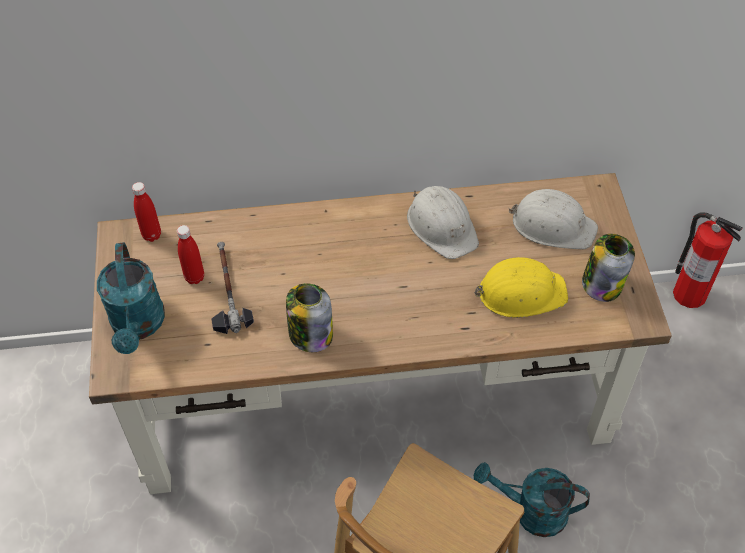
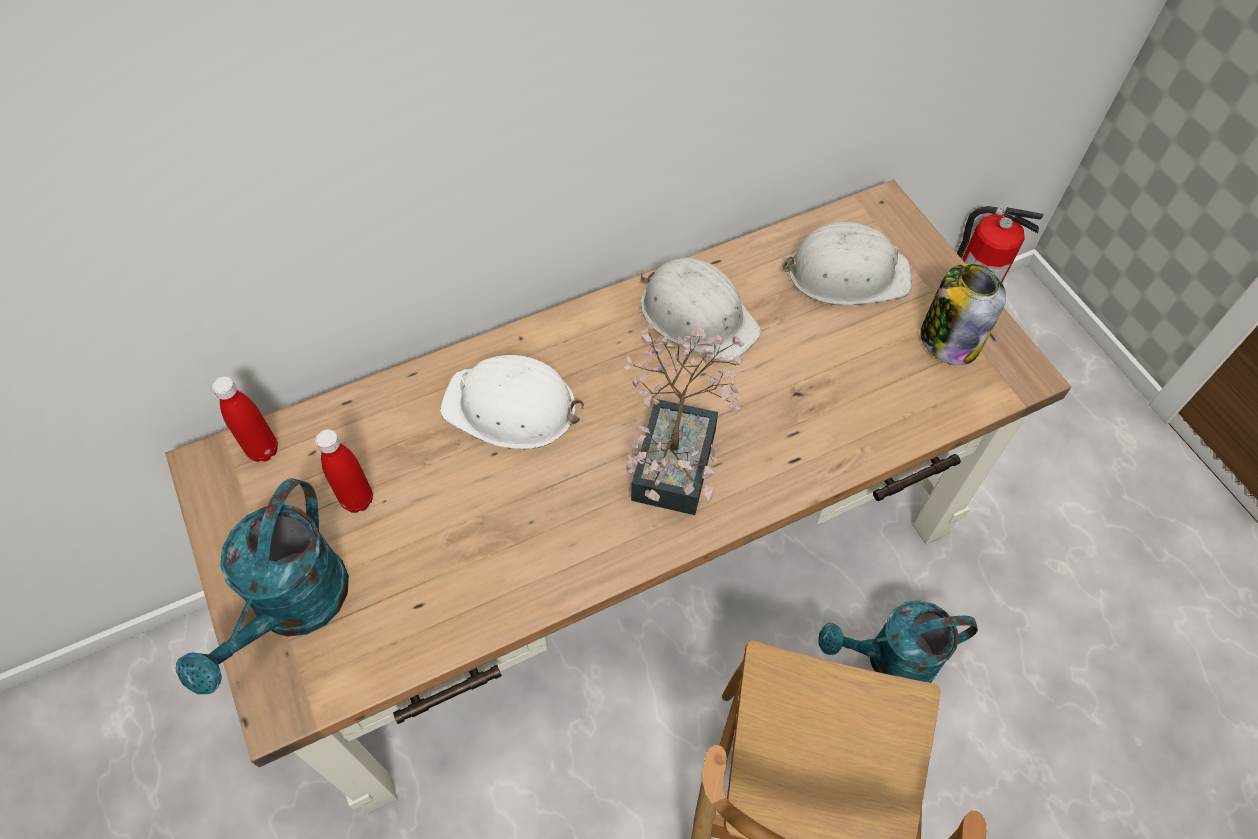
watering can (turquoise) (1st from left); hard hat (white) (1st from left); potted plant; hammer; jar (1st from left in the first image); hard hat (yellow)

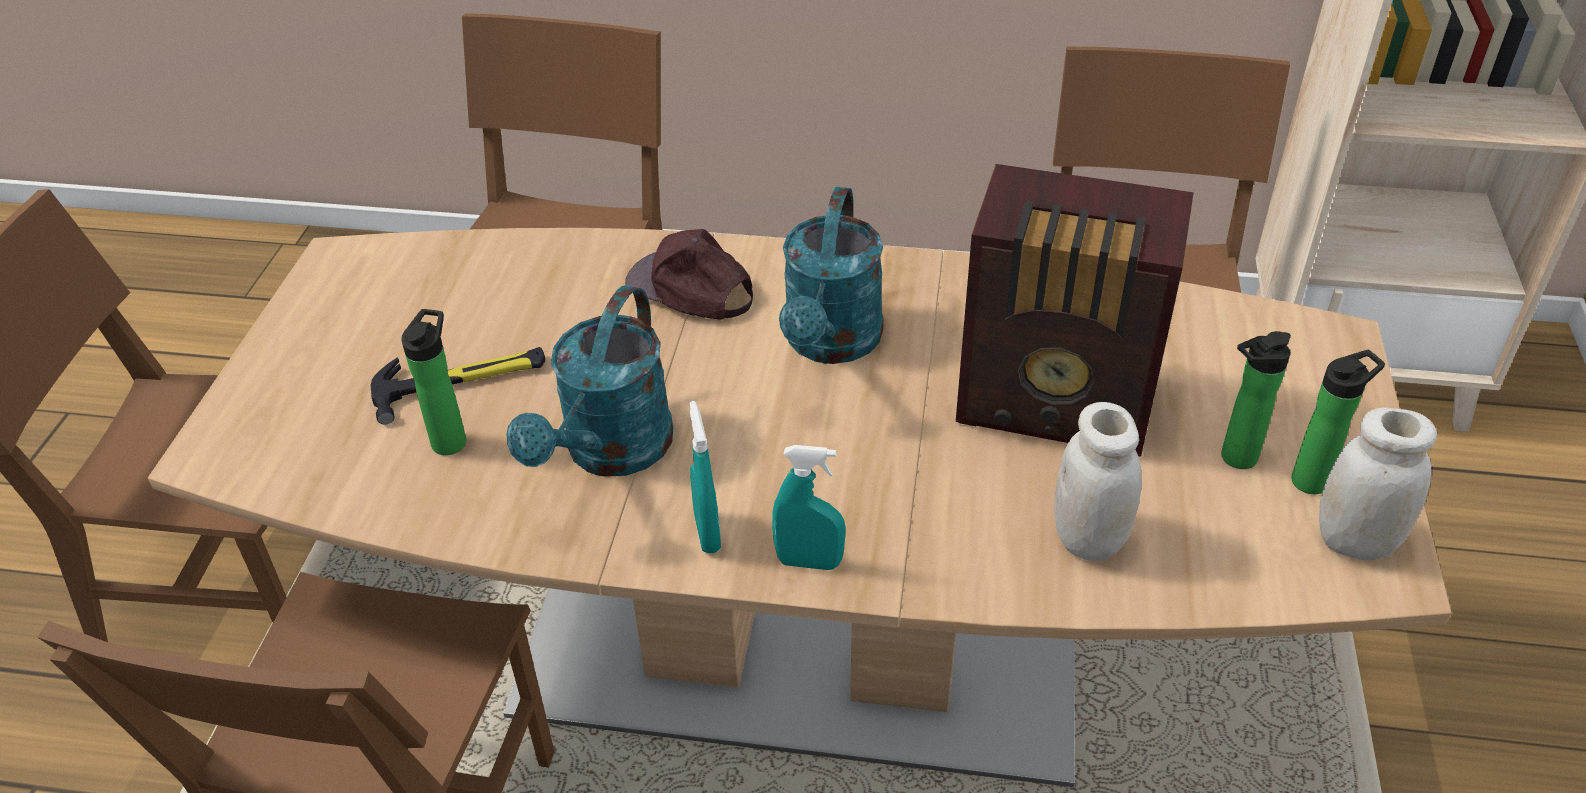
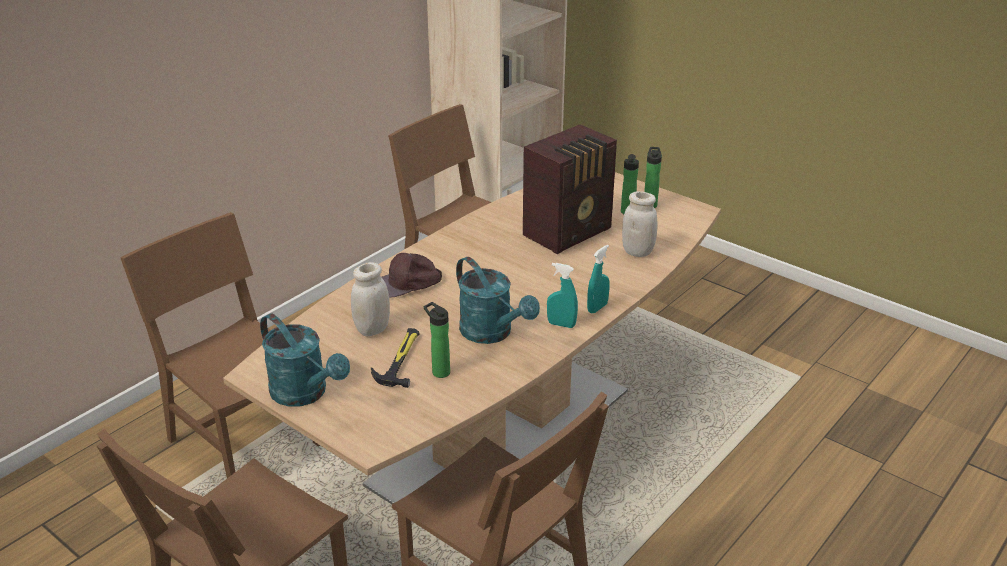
watering can (turquoise) (1st from left); jar (white) (1st from left)

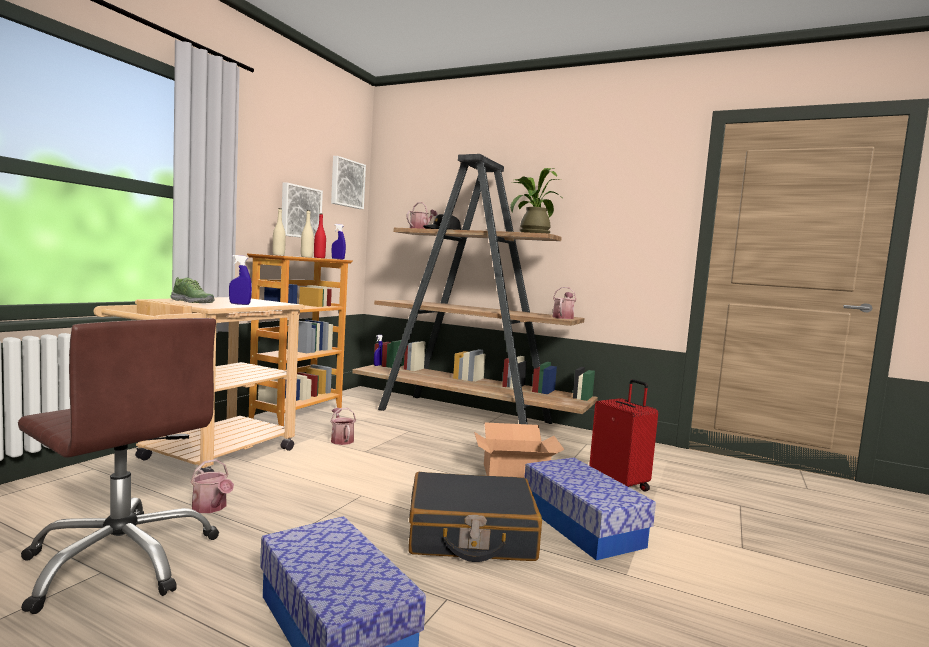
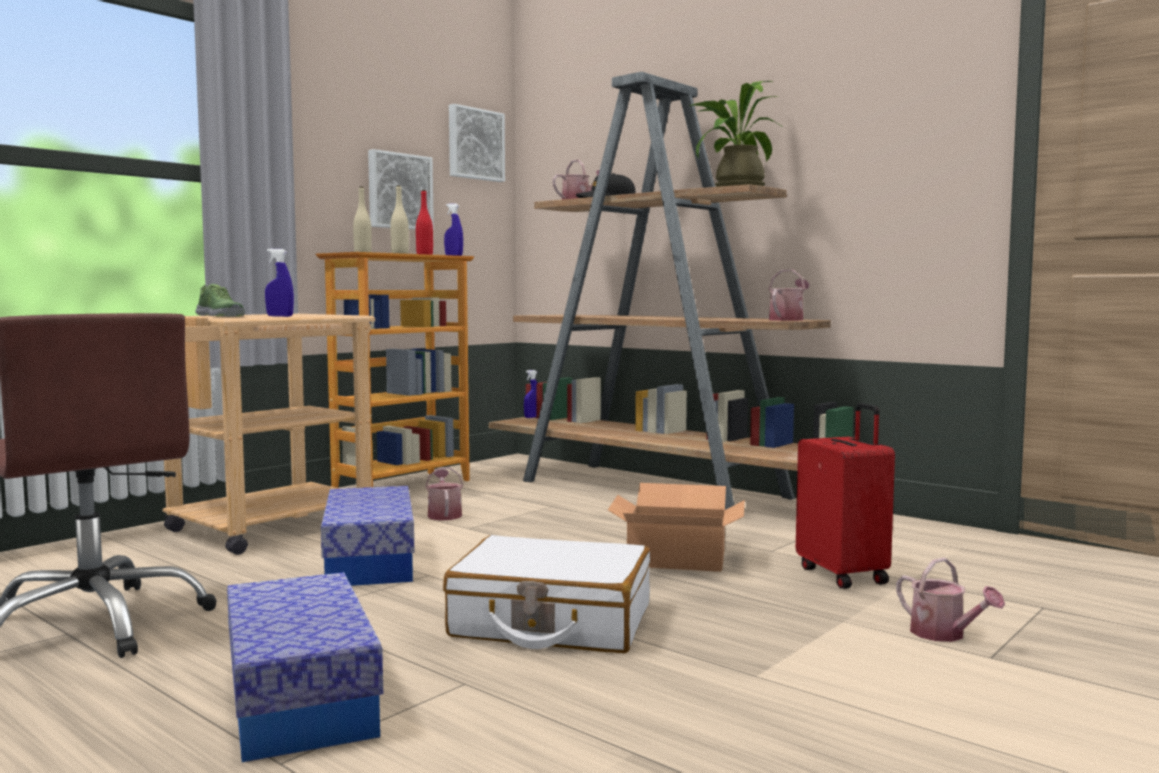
storage box (2nd from left); suitcase (white); watering can (4th from left)

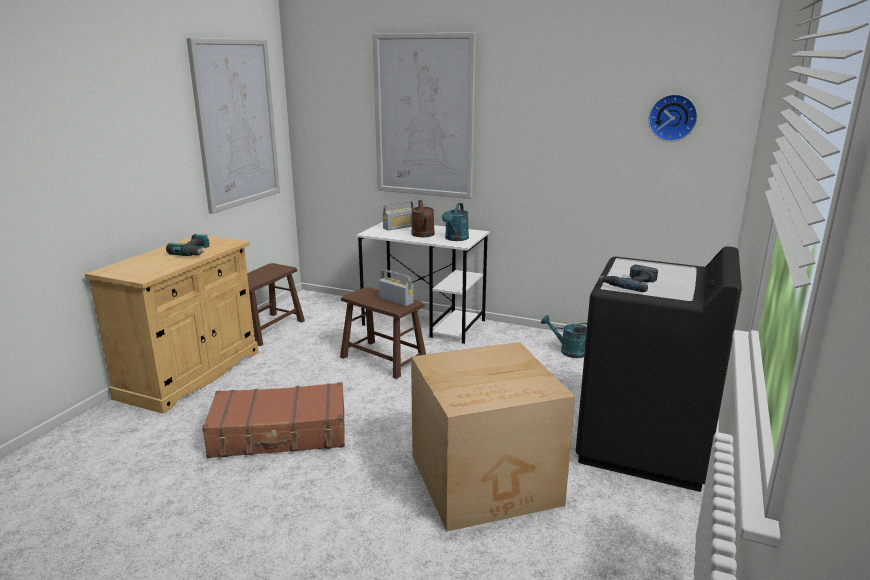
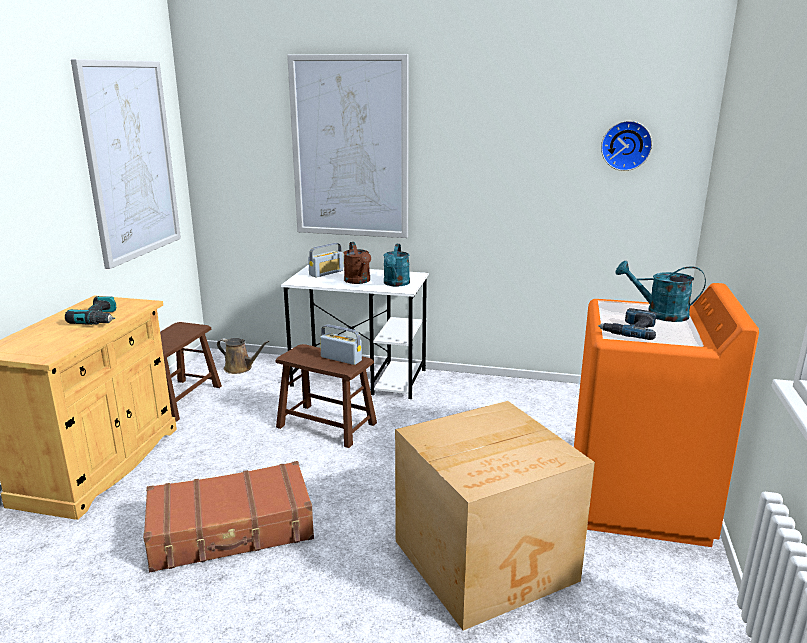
watering can (brown) (1st from left); washing machine (orange); watering can (turquoise) (2nd from left)

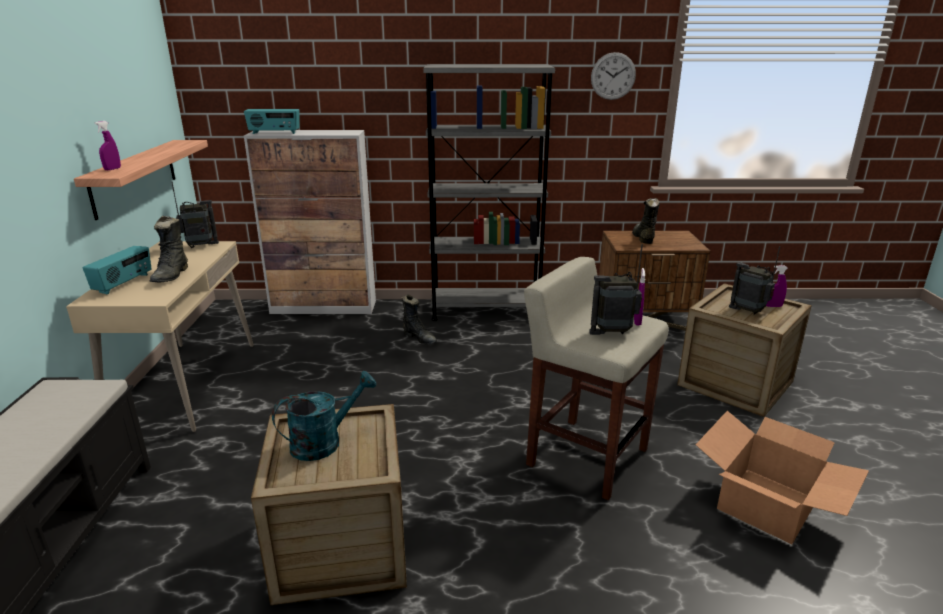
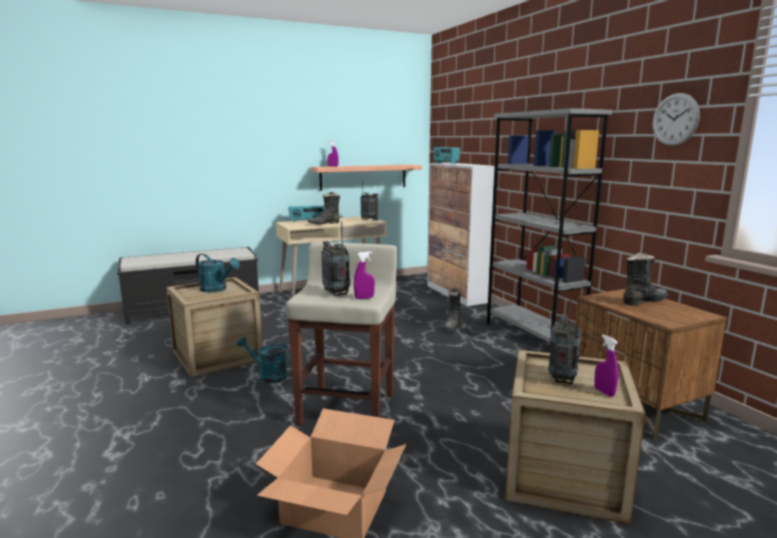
watering can (turquoise) (2nd from left)

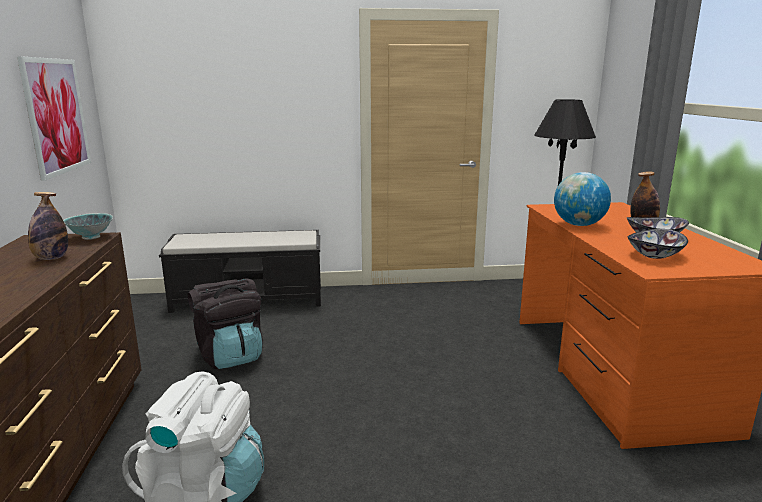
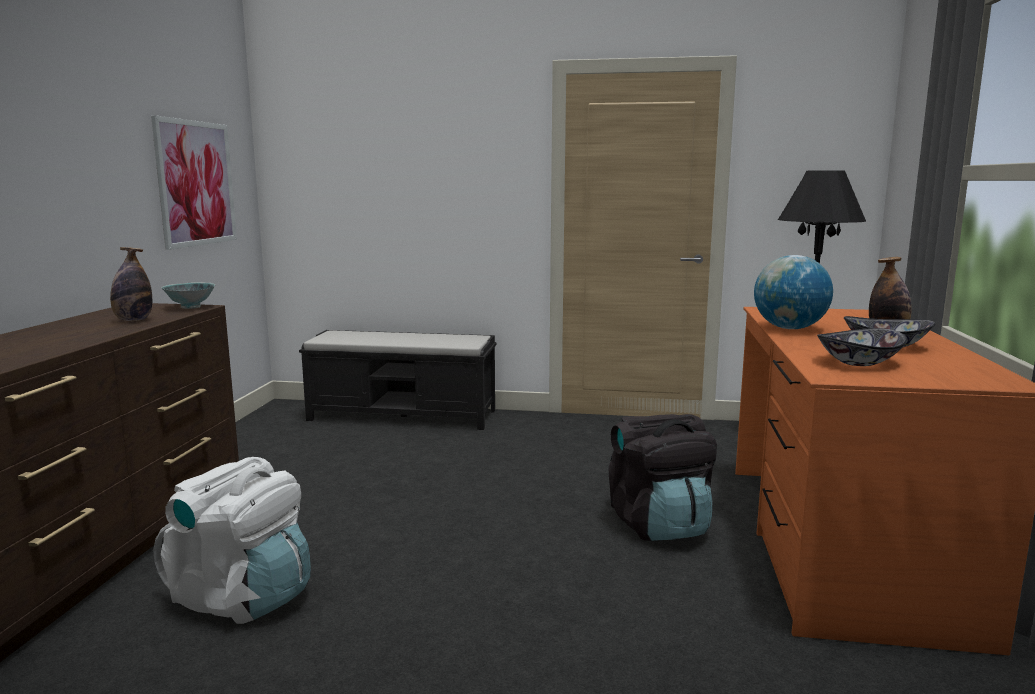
backpack (black)

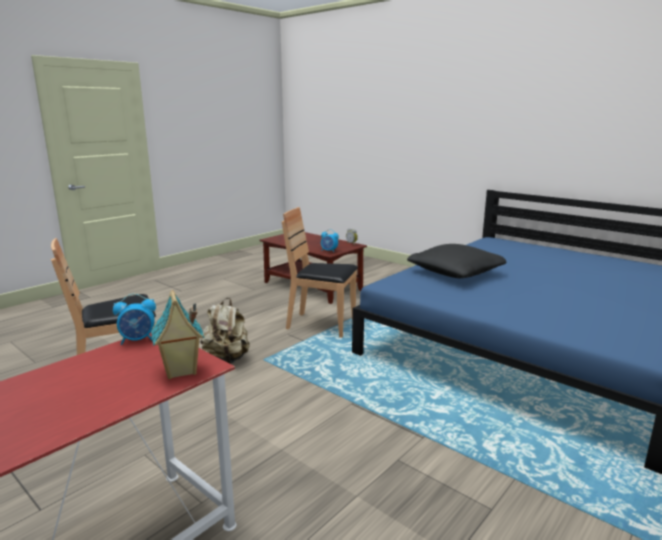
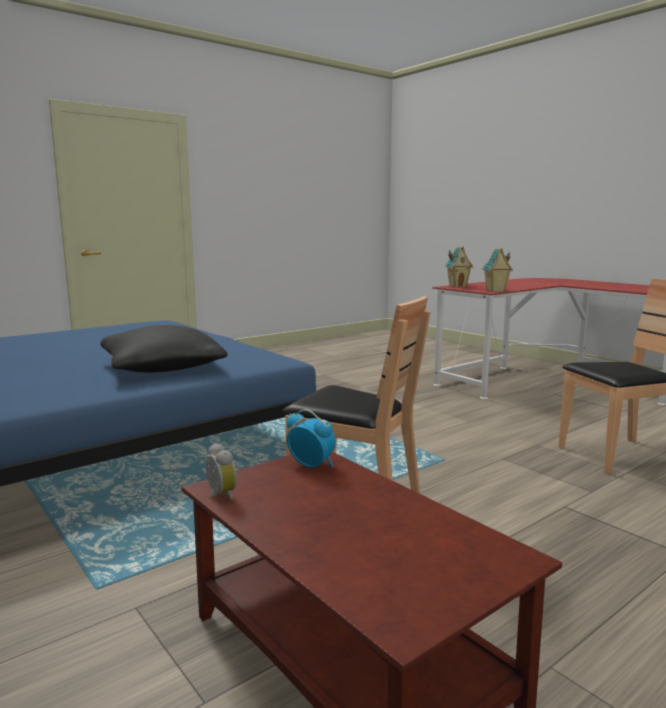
toy house (2nd from left); backpack (beige)

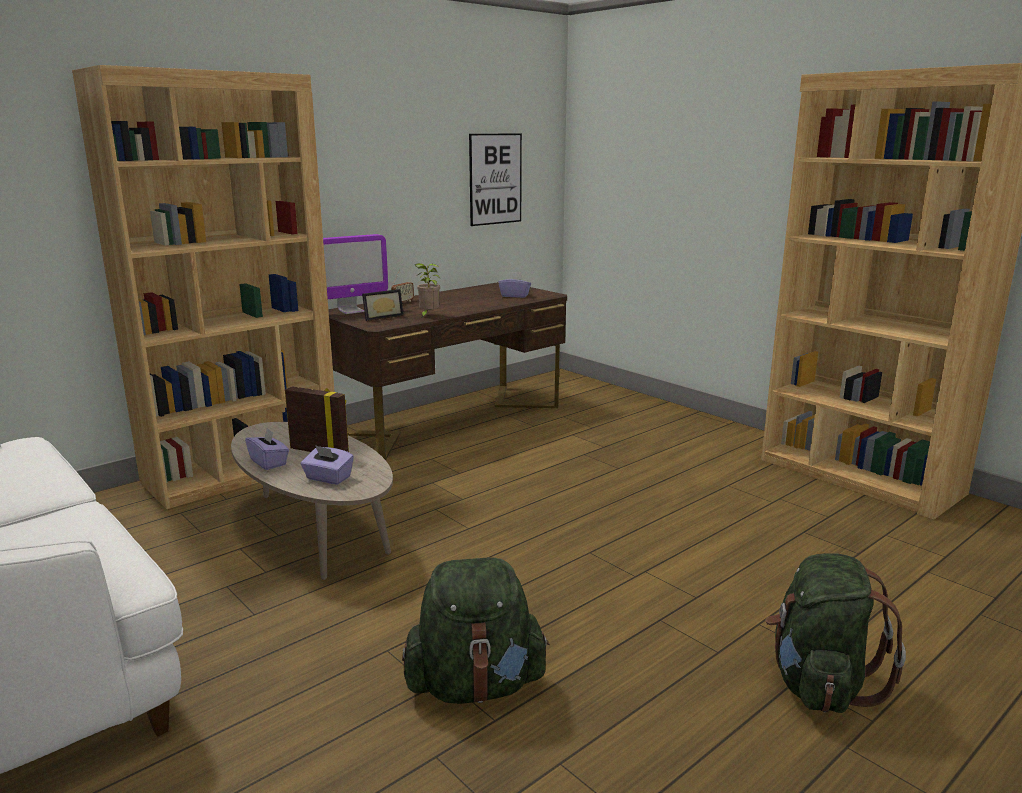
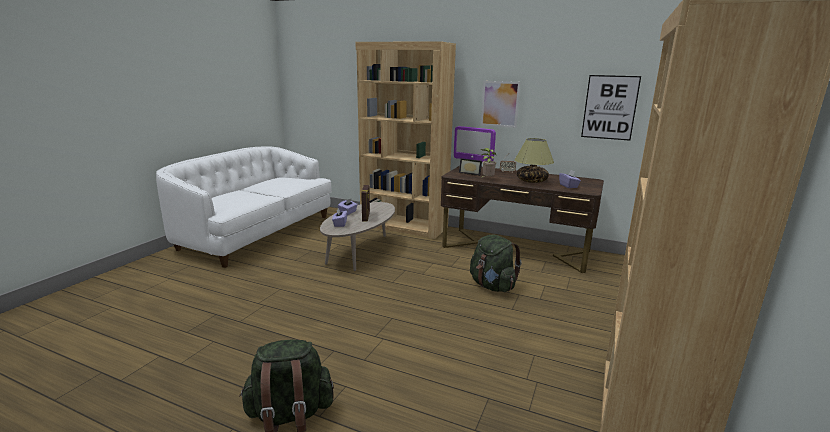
backpack (green) (2nd from left); picture (1st from left); table lamp

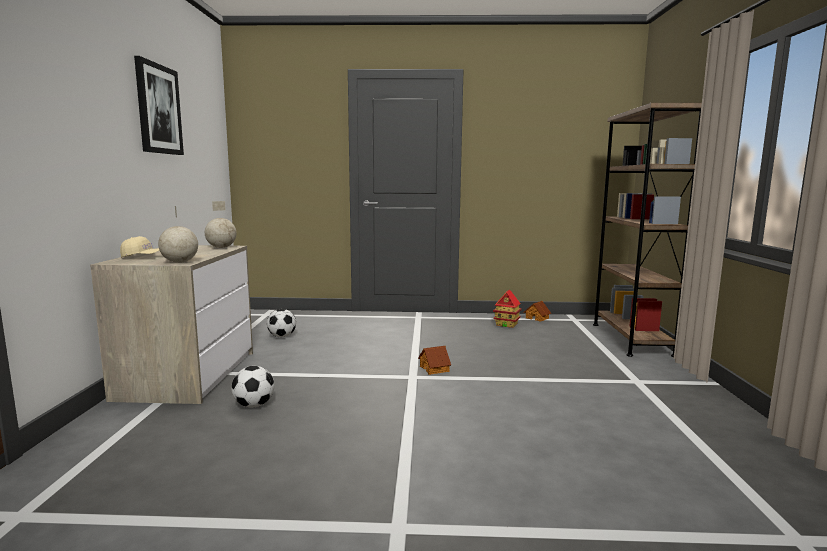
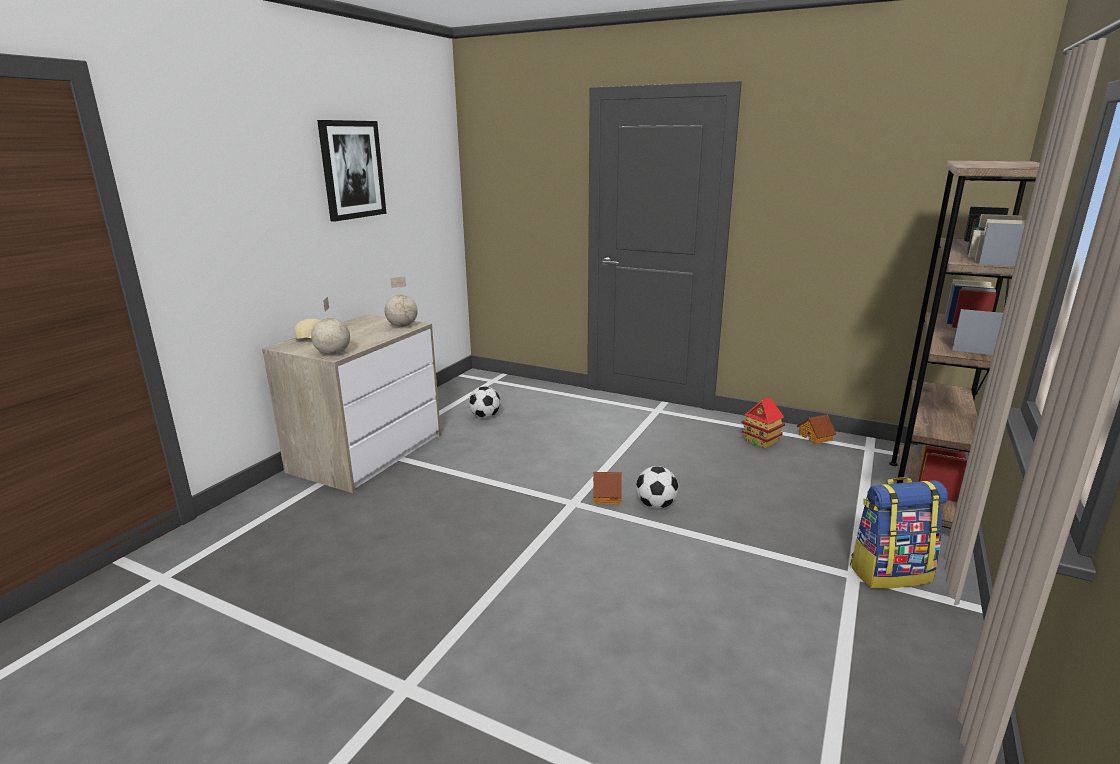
football (2nd from left); backpack

